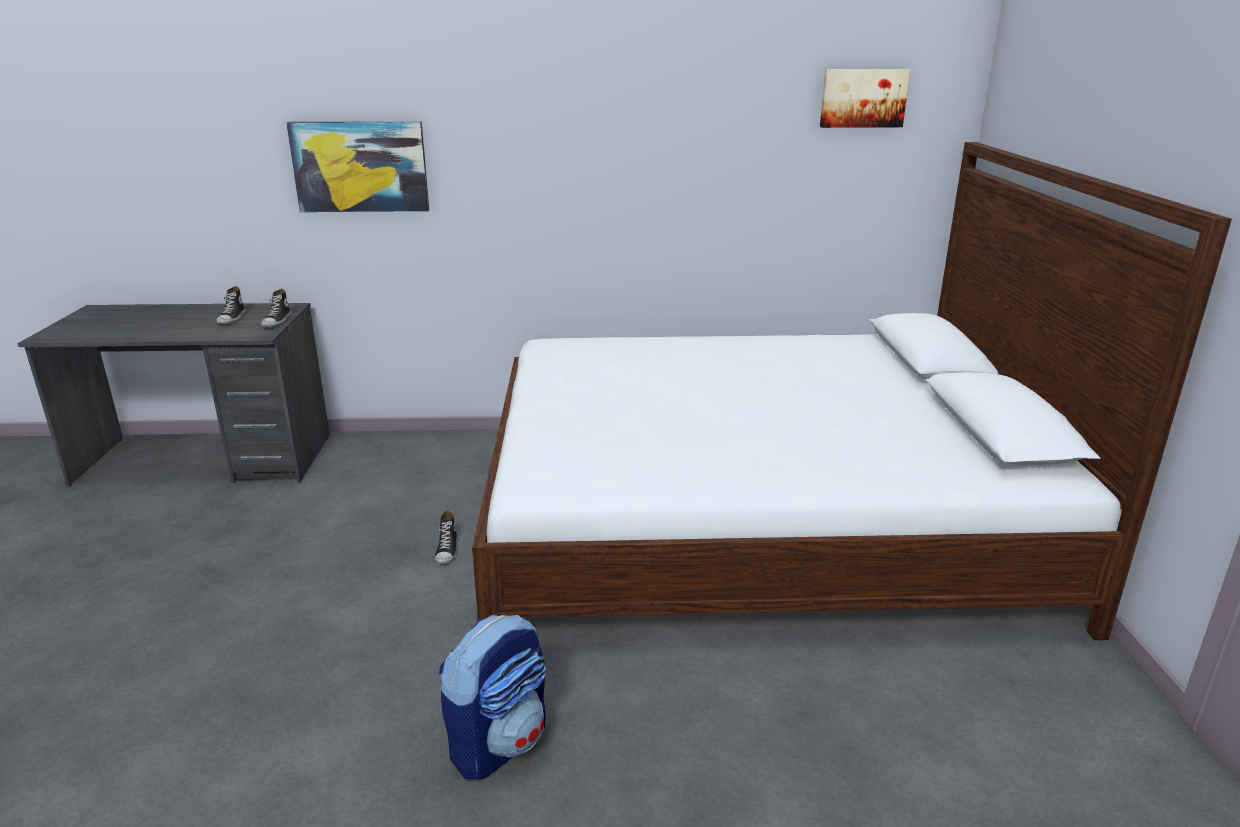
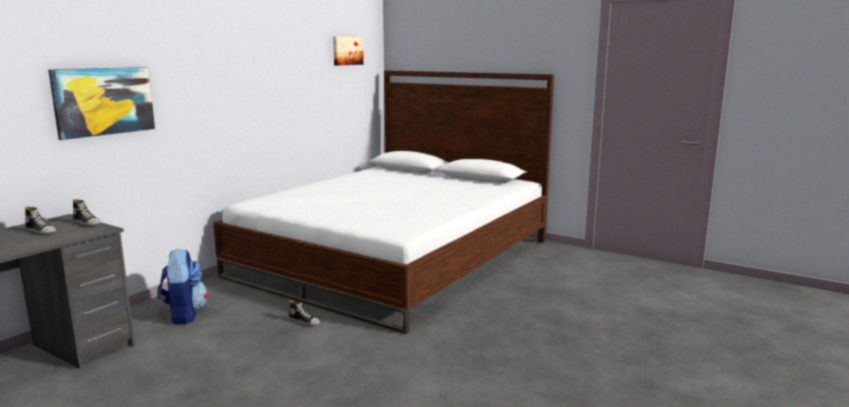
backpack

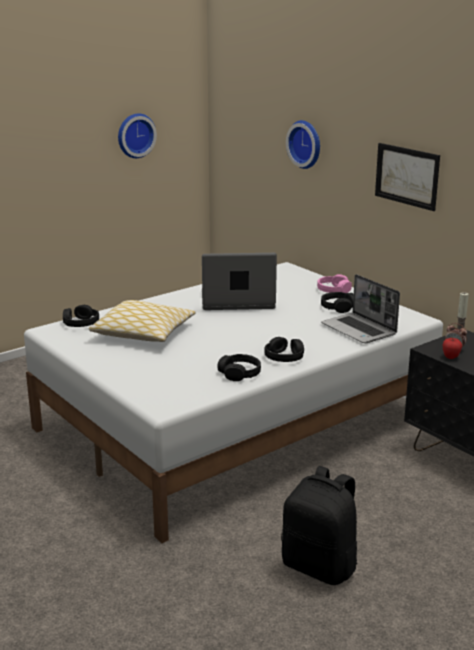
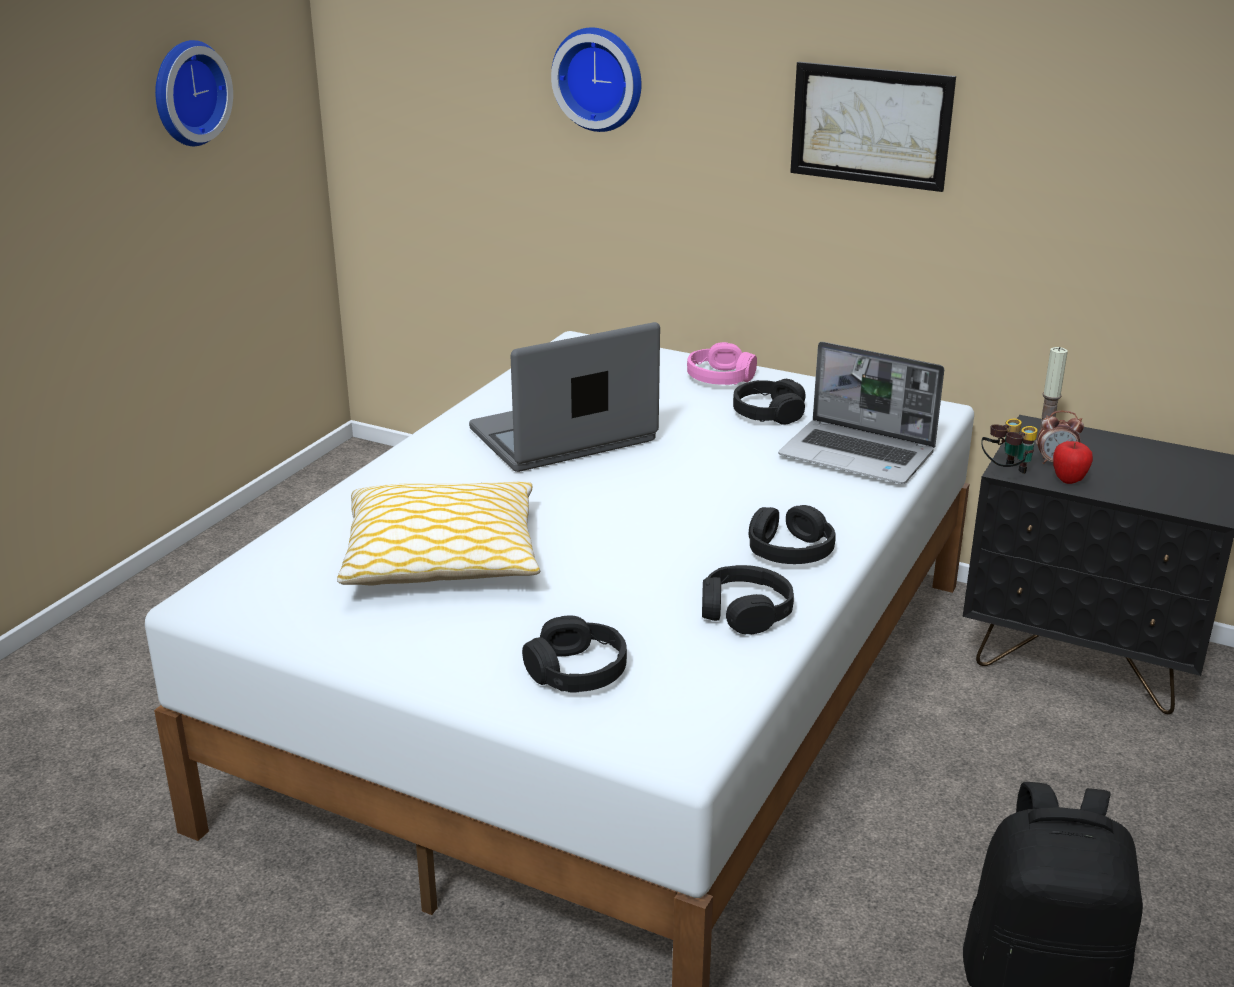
headphones (black) (1st from left); binoculars

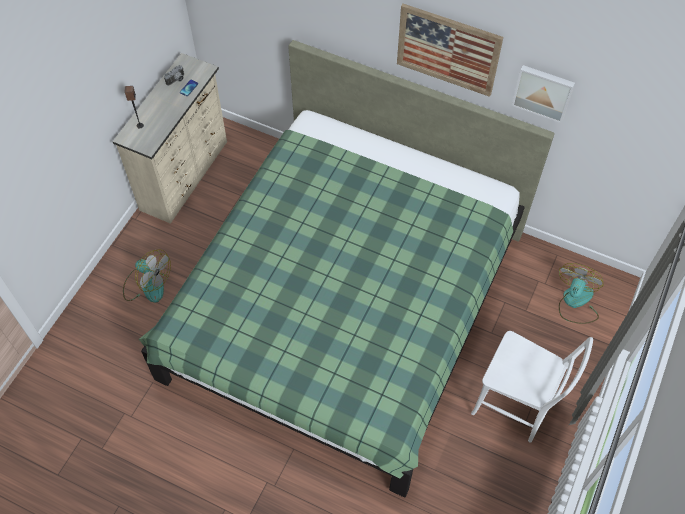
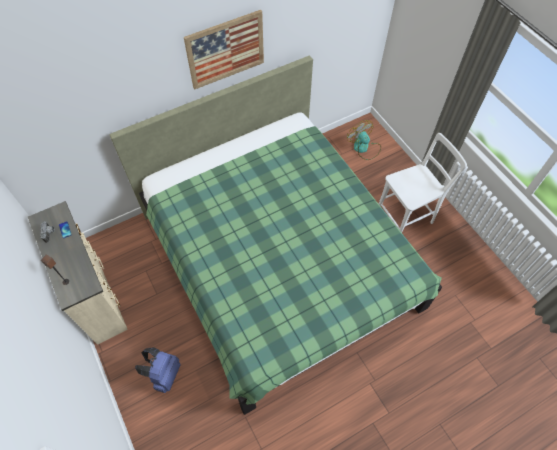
backpack (blue); picture (2nd from left in the first image)

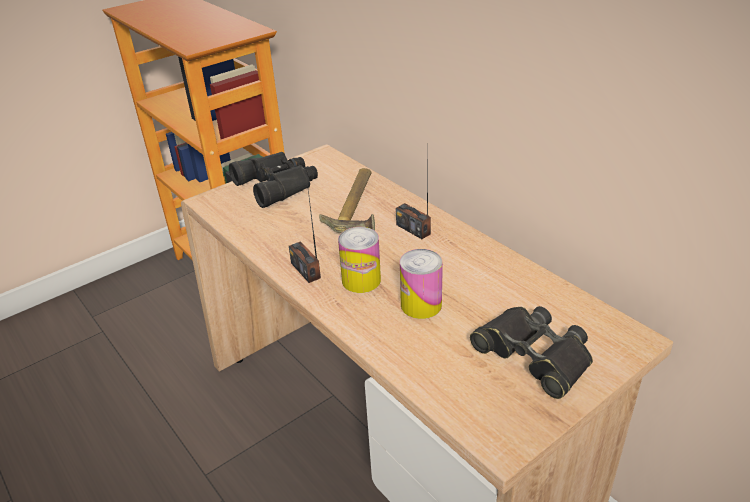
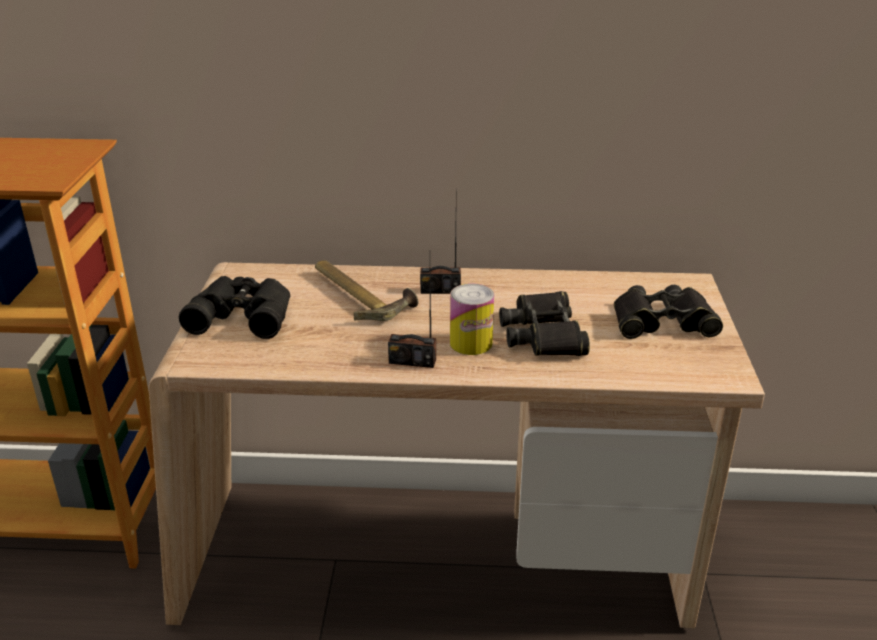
binoculars (black) (2nd from left)

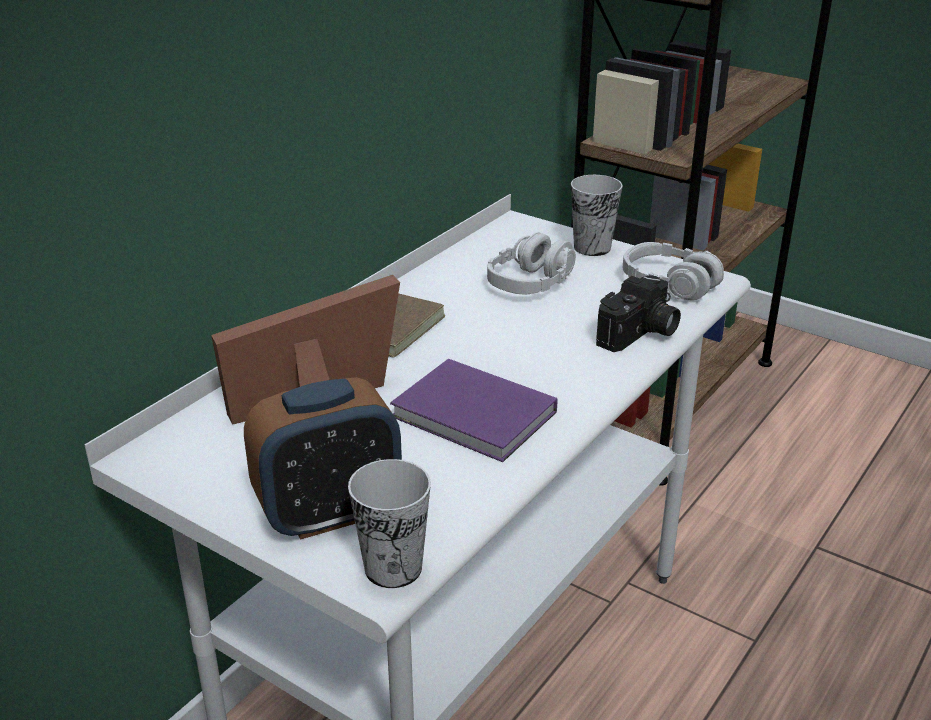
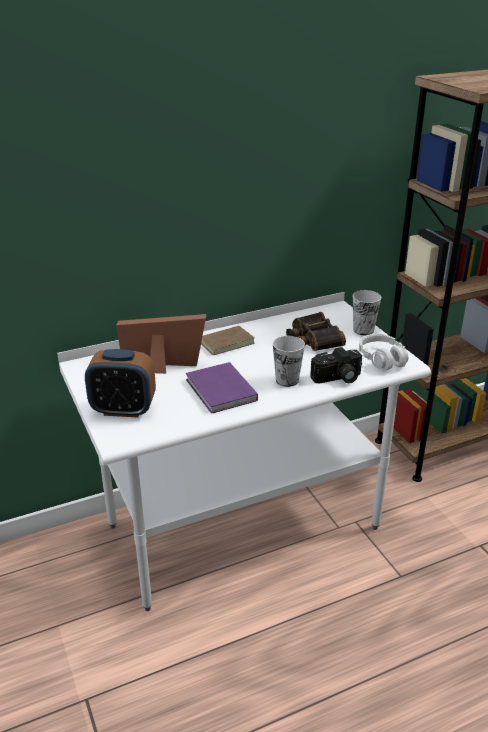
cup (1st from left); binoculars

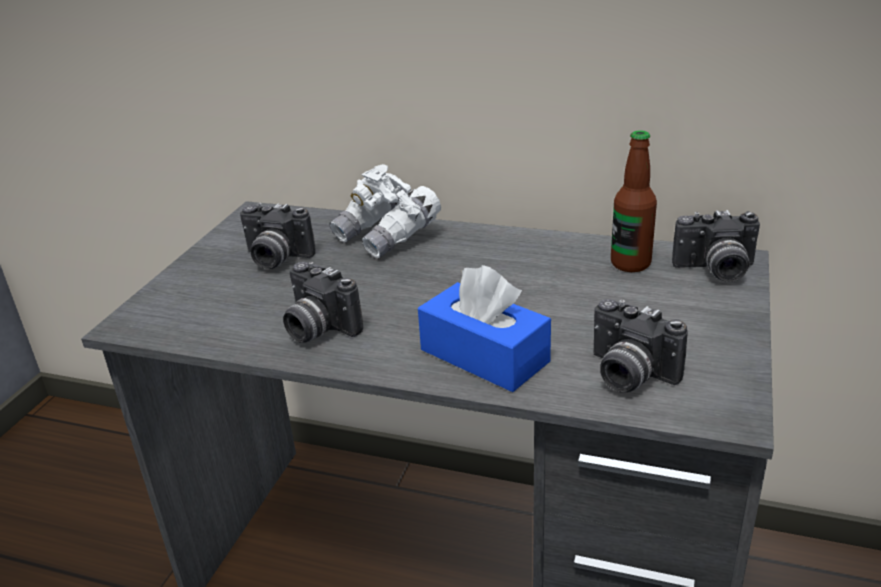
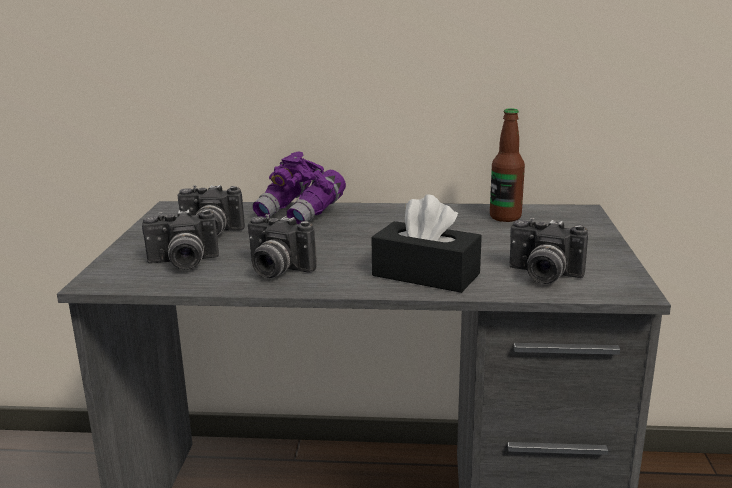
photo camera (1st from left); binoculars (purple); tissue box (black)

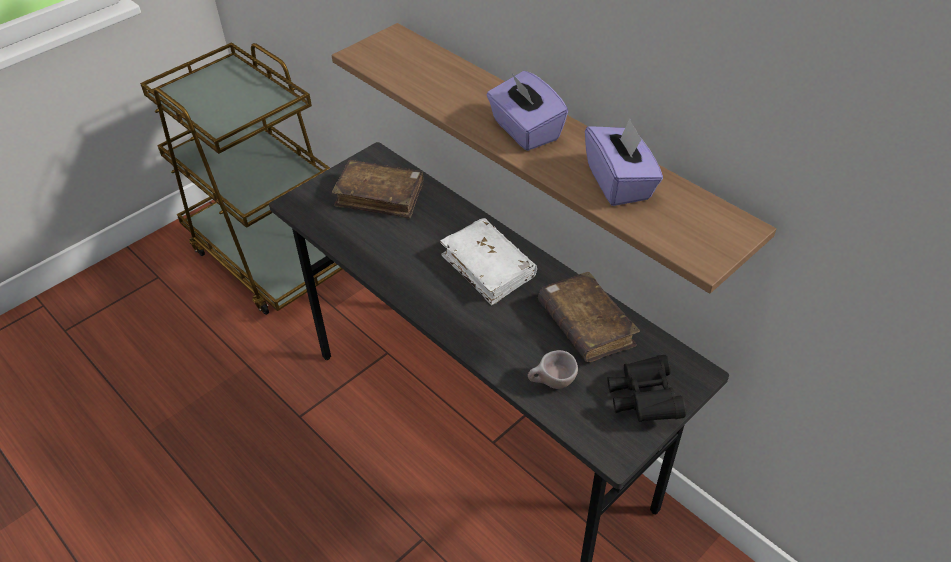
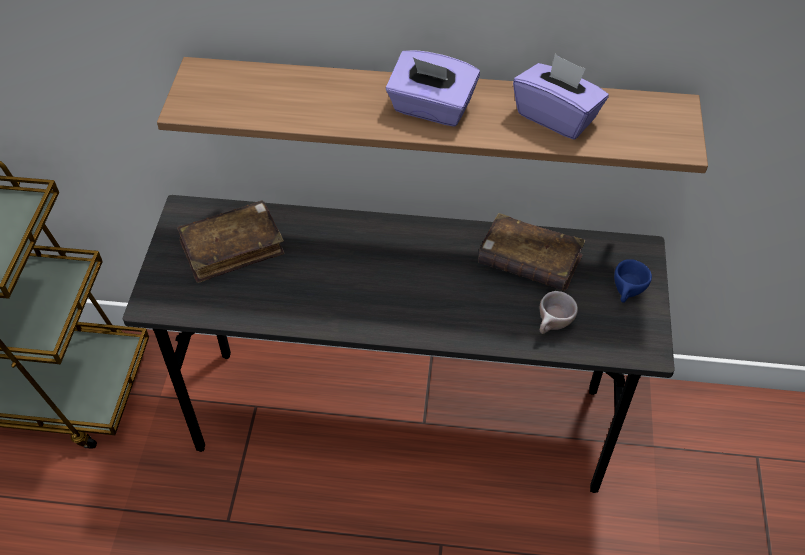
cup (blue); book (white)

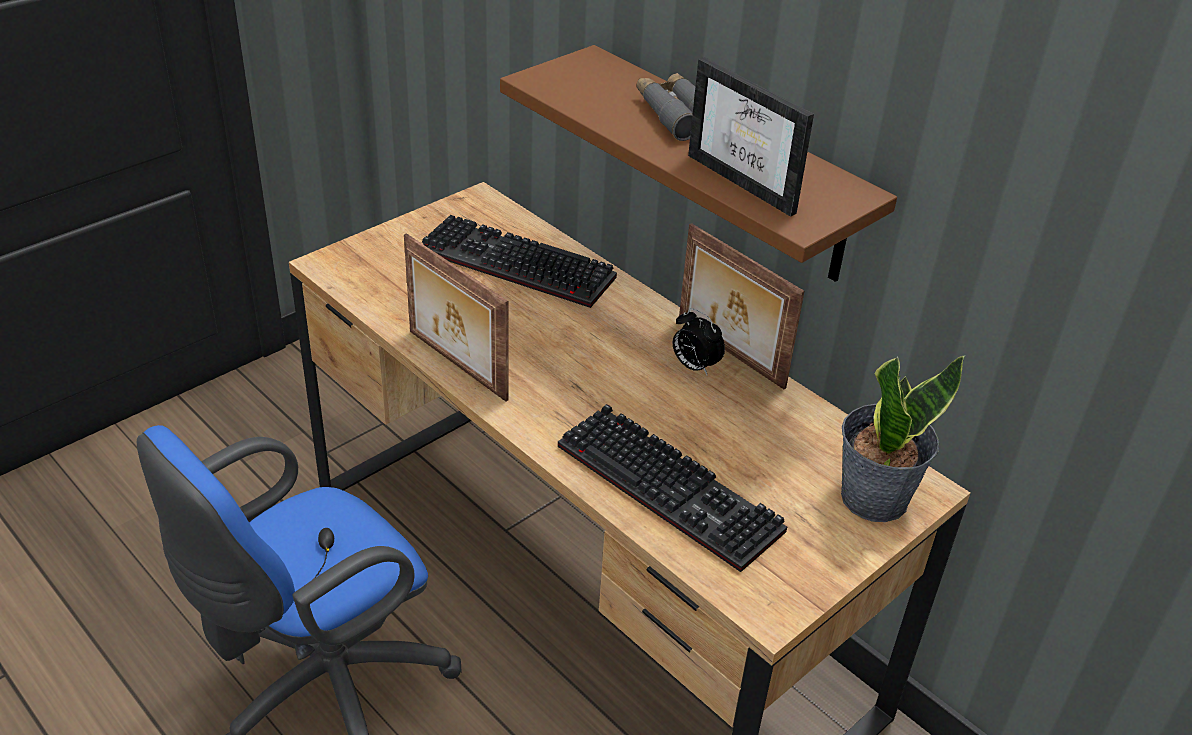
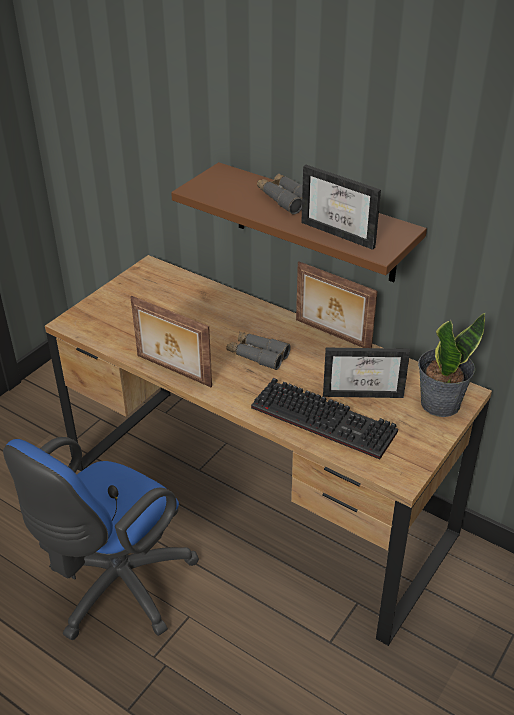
binoculars (grey) (1st from left); picture frame (4th from left); keyboard (1st from left in the first image); alarm clock

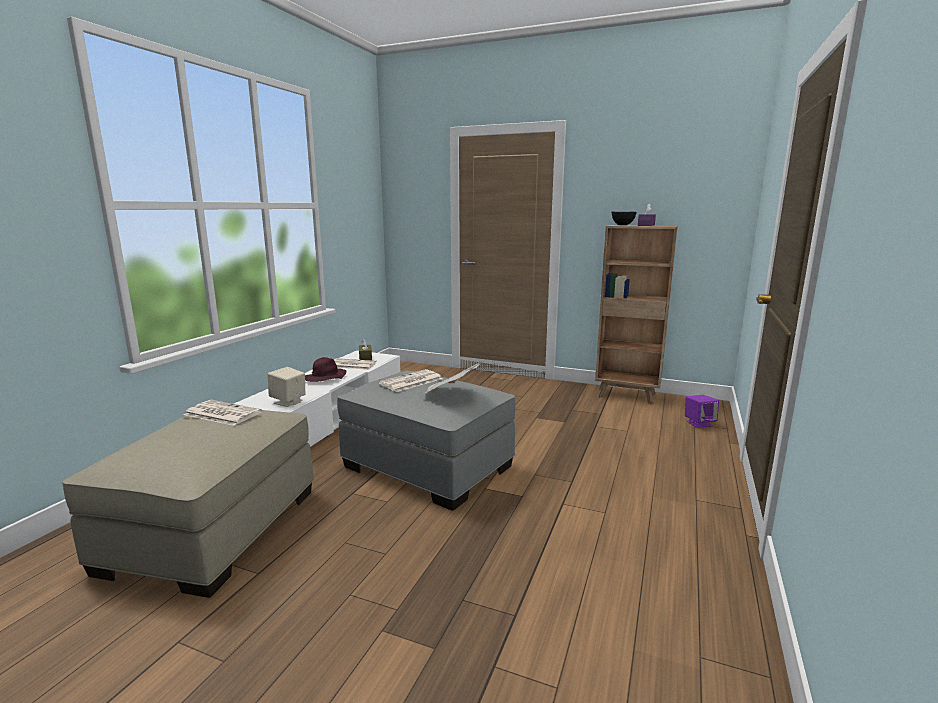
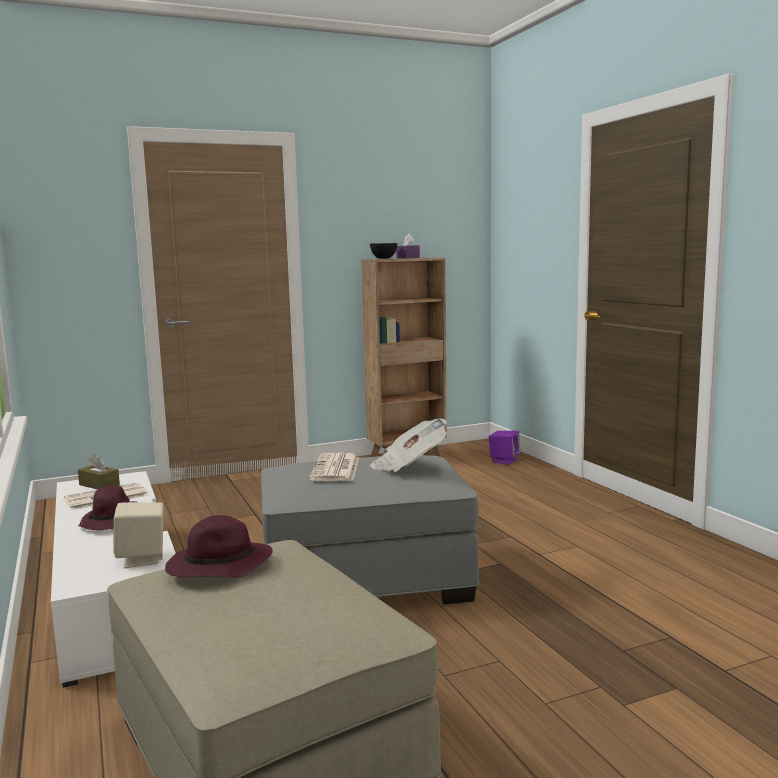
hat (purple) (2nd from left)

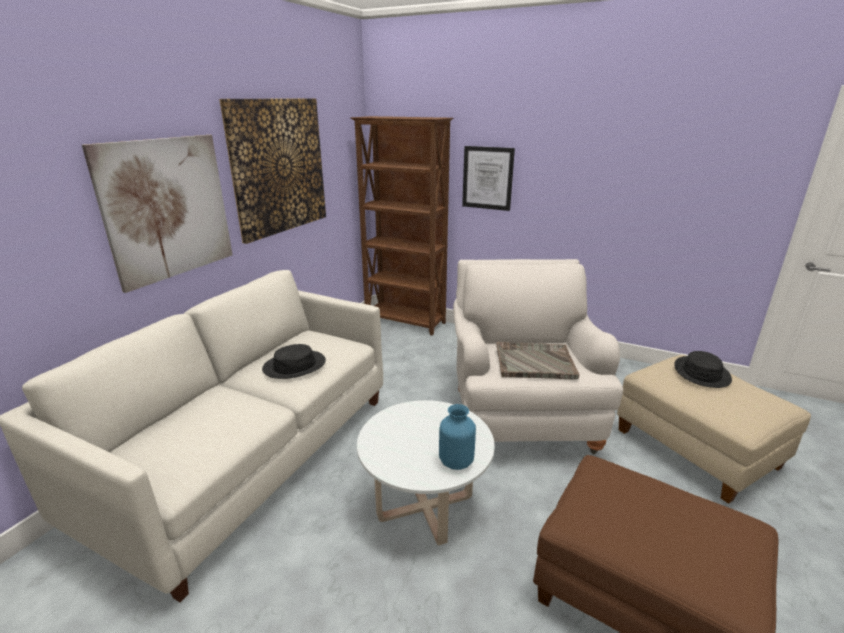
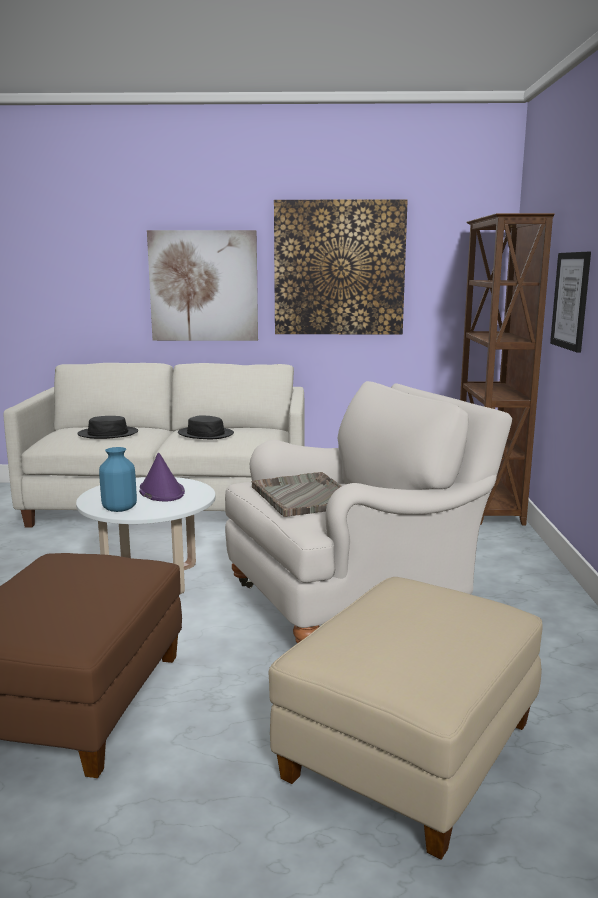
hat (black) (1st from left); hat (purple)

